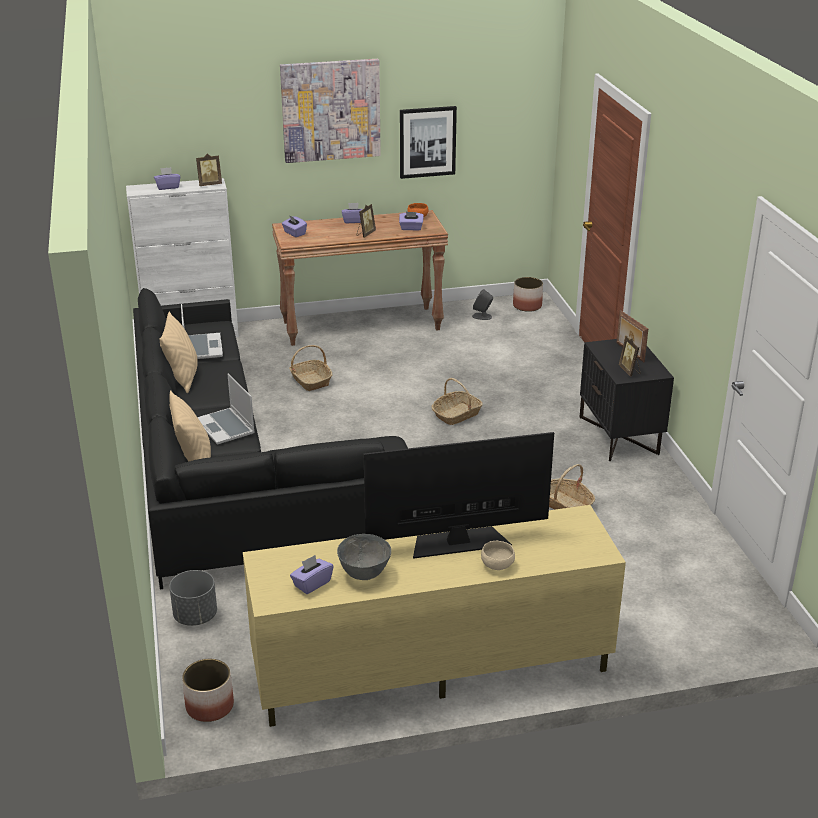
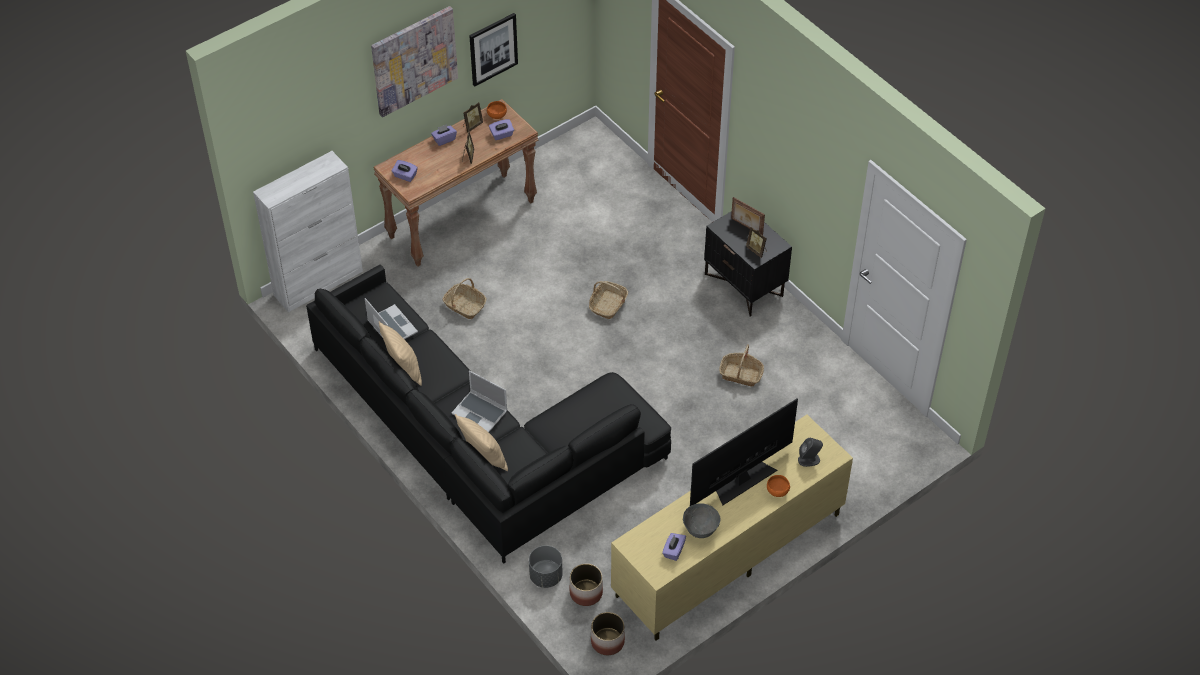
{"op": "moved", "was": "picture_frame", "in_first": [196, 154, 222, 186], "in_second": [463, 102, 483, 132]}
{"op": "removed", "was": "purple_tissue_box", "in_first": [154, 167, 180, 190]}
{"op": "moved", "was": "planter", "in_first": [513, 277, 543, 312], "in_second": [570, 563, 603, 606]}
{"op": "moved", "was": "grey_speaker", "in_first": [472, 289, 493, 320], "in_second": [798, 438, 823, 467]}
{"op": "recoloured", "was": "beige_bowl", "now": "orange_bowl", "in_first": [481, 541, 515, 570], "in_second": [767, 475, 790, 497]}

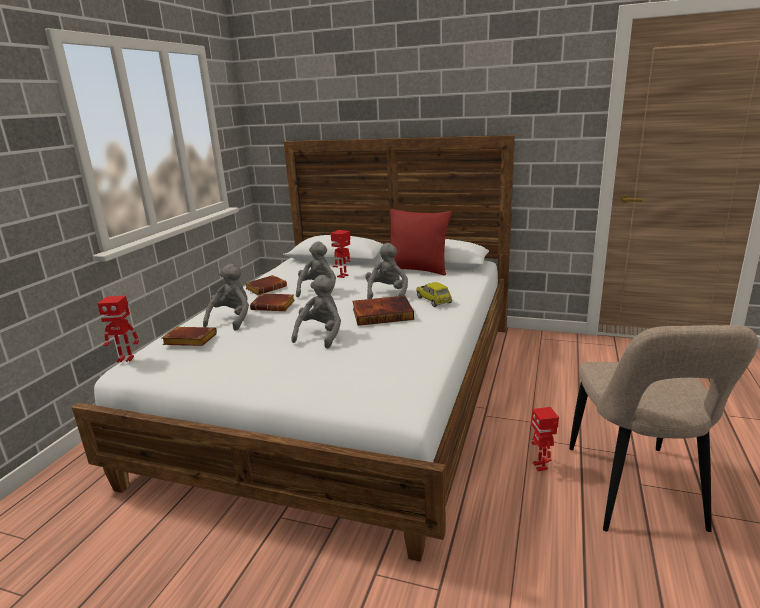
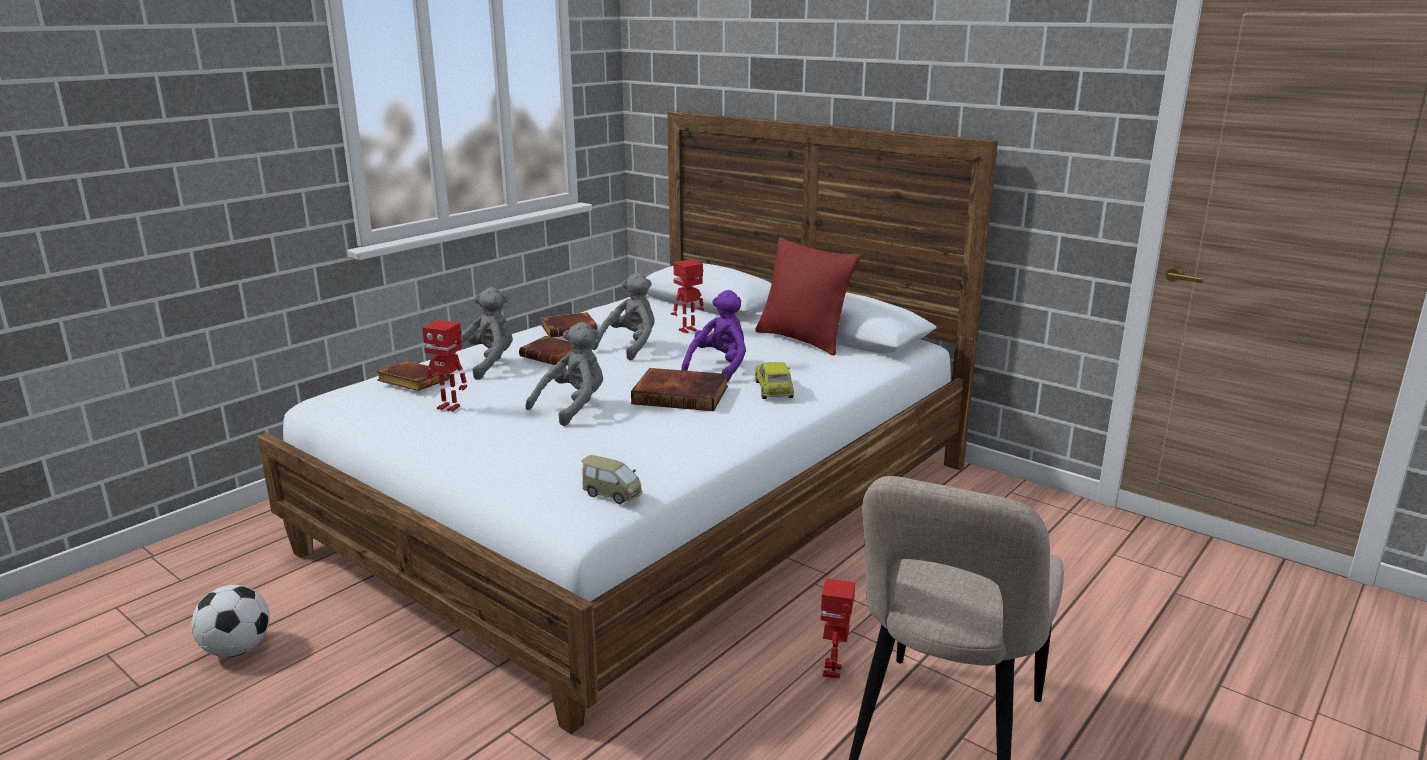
{"op": "recoloured", "was": "grey_plush_toy", "now": "purple_plush_toy", "in_first": [365, 243, 408, 299], "in_second": [681, 290, 746, 382]}
{"op": "moved", "was": "toy_robot", "in_first": [97, 296, 139, 362], "in_second": [422, 320, 467, 412]}
{"op": "added", "now": "toy_car", "in_second": [582, 455, 643, 504]}
{"op": "added", "now": "football", "in_second": [191, 585, 270, 657]}

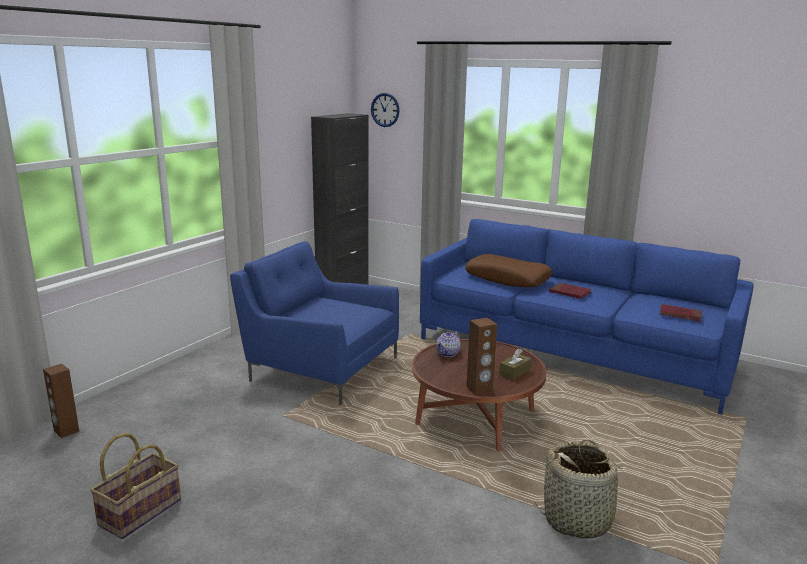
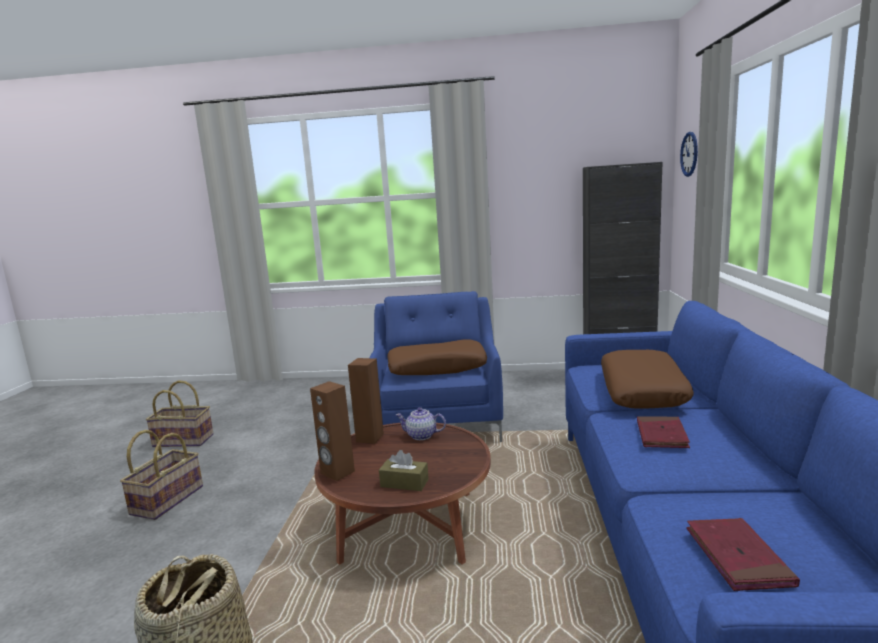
{"op": "moved", "was": "brown_speaker", "in_first": [43, 364, 79, 438], "in_second": [348, 358, 384, 444]}
{"op": "added", "now": "brown_pillow", "in_second": [387, 339, 487, 375]}
{"op": "added", "now": "basket", "in_second": [120, 430, 203, 520]}

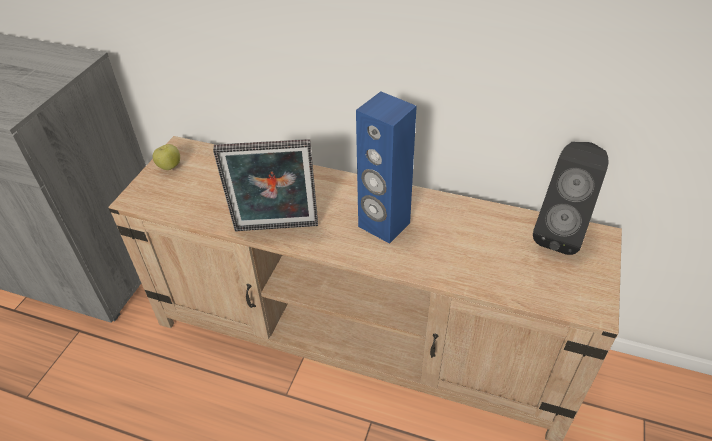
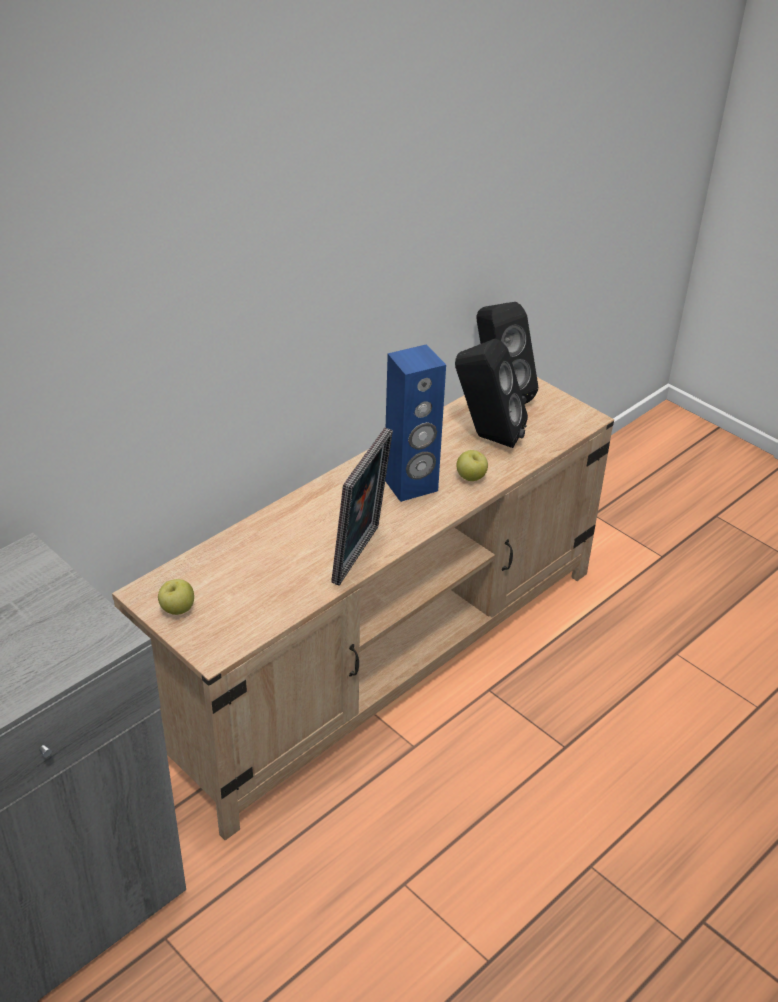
{"op": "added", "now": "black_speaker", "in_second": [455, 339, 528, 448]}
{"op": "added", "now": "apple", "in_second": [456, 450, 488, 481]}

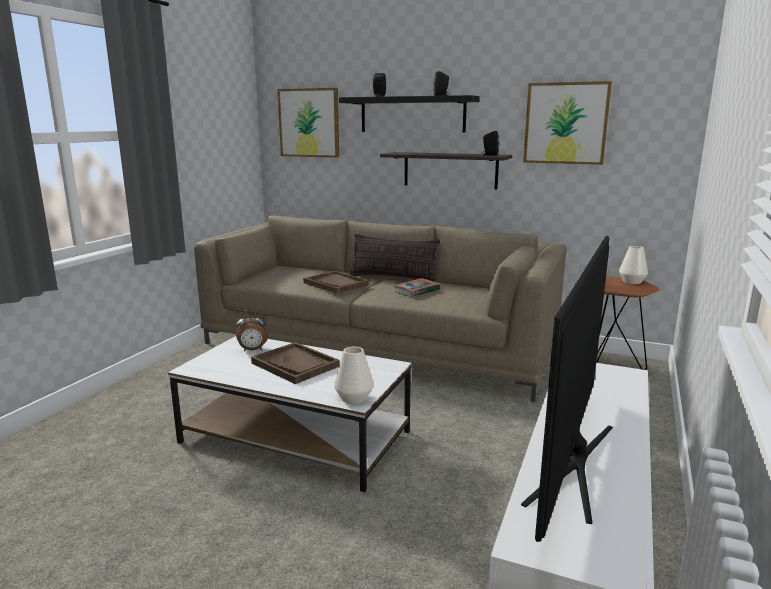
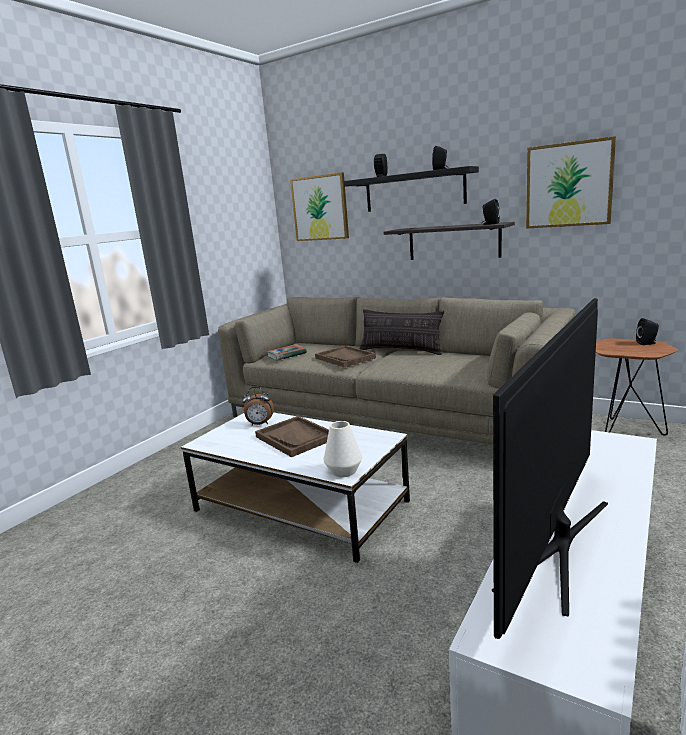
{"op": "replaced", "was": "white_vase", "now": "black_speaker", "in_first": [619, 246, 648, 284], "in_second": [636, 318, 659, 345]}
{"op": "moved", "was": "book", "in_first": [393, 278, 440, 297], "in_second": [267, 344, 307, 360]}

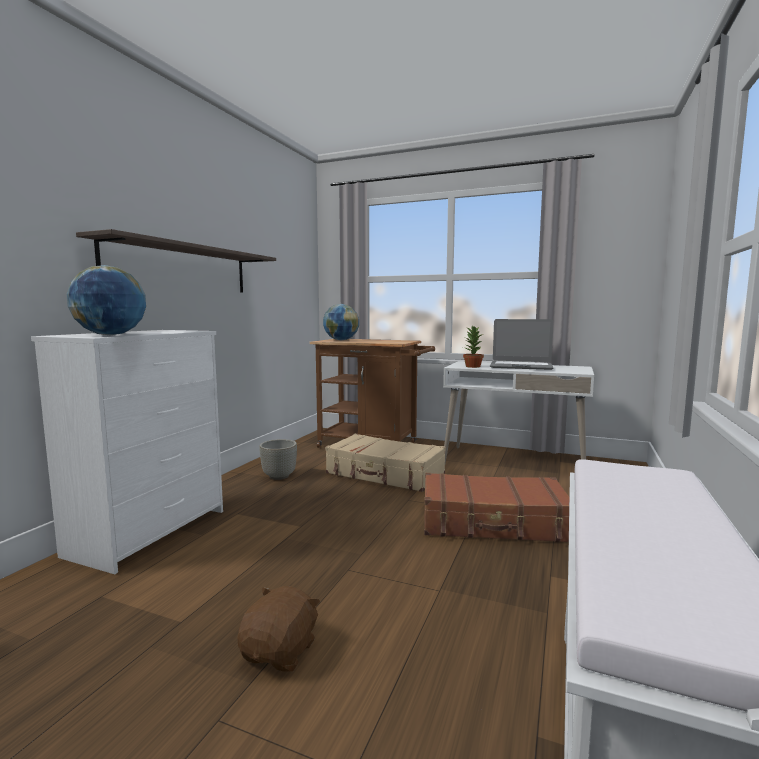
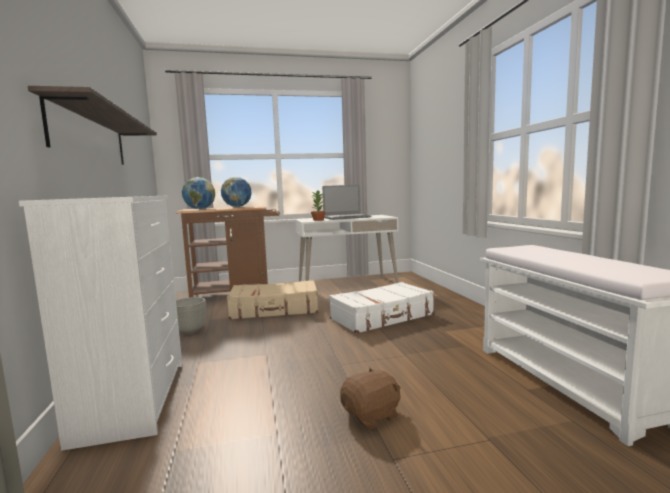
{"op": "moved", "was": "globe", "in_first": [66, 265, 146, 336], "in_second": [221, 177, 252, 207]}
{"op": "recoloured", "was": "brown_suitcase", "now": "white_suitcase", "in_first": [424, 473, 569, 542], "in_second": [329, 282, 434, 334]}
{"op": "turned", "was": "brown_plush_toy", "in_first": [237, 586, 320, 672], "in_second": [340, 368, 401, 429], "clockwise": 75}

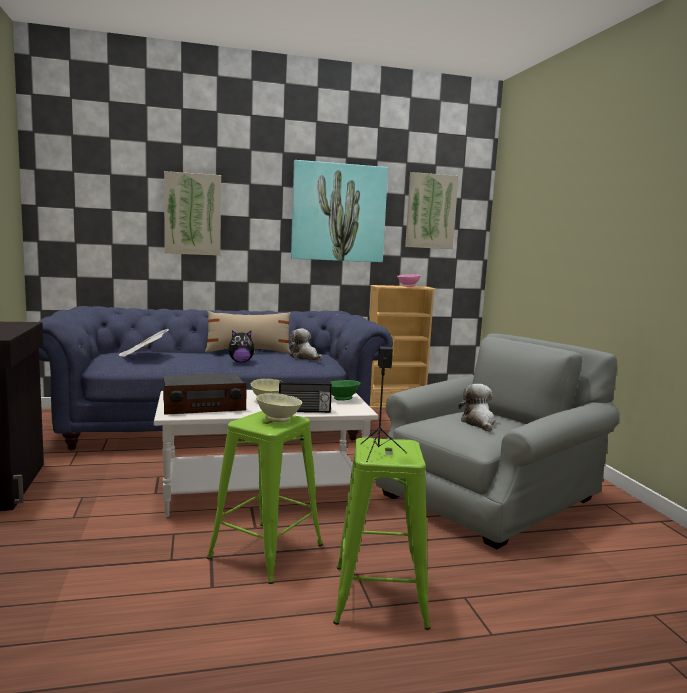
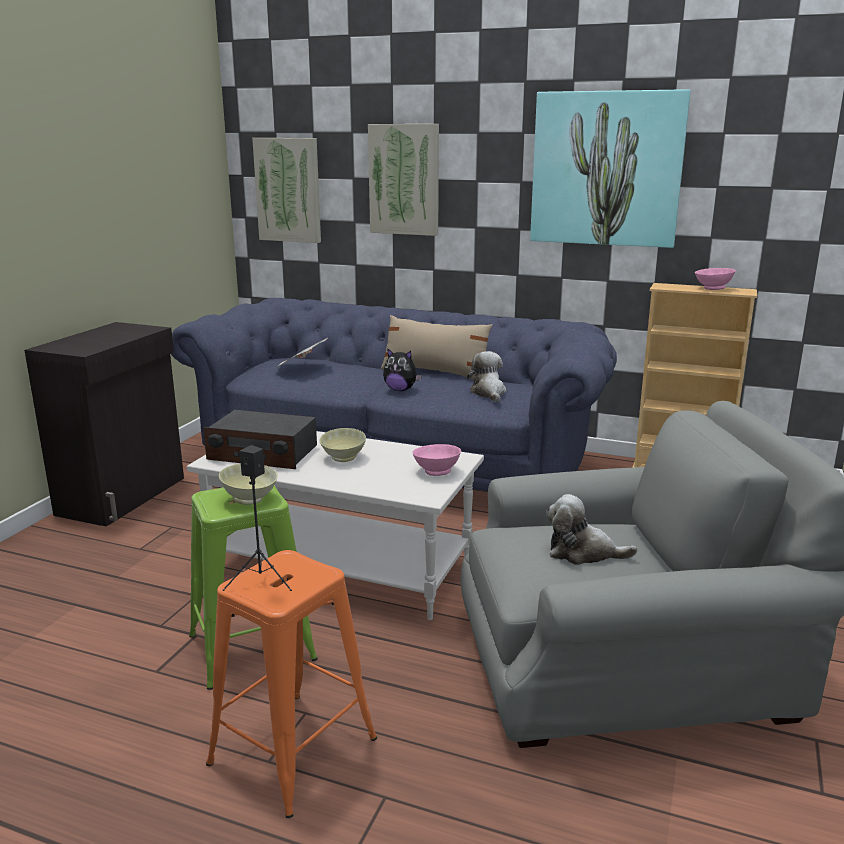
{"op": "moved", "was": "picture", "in_first": [405, 172, 459, 249], "in_second": [252, 138, 321, 243]}
{"op": "recoloured", "was": "green_bowl", "now": "pink_bowl", "in_first": [331, 380, 360, 401], "in_second": [413, 444, 461, 476]}
{"op": "removed", "was": "radio", "in_first": [279, 381, 332, 413]}
{"op": "turned", "was": "plush_toy", "in_first": [459, 384, 496, 432], "in_second": [546, 494, 638, 565], "clockwise": -105}
{"op": "recoloured", "was": "green_stool", "now": "orange_stool", "in_first": [333, 437, 430, 630], "in_second": [206, 550, 377, 818]}

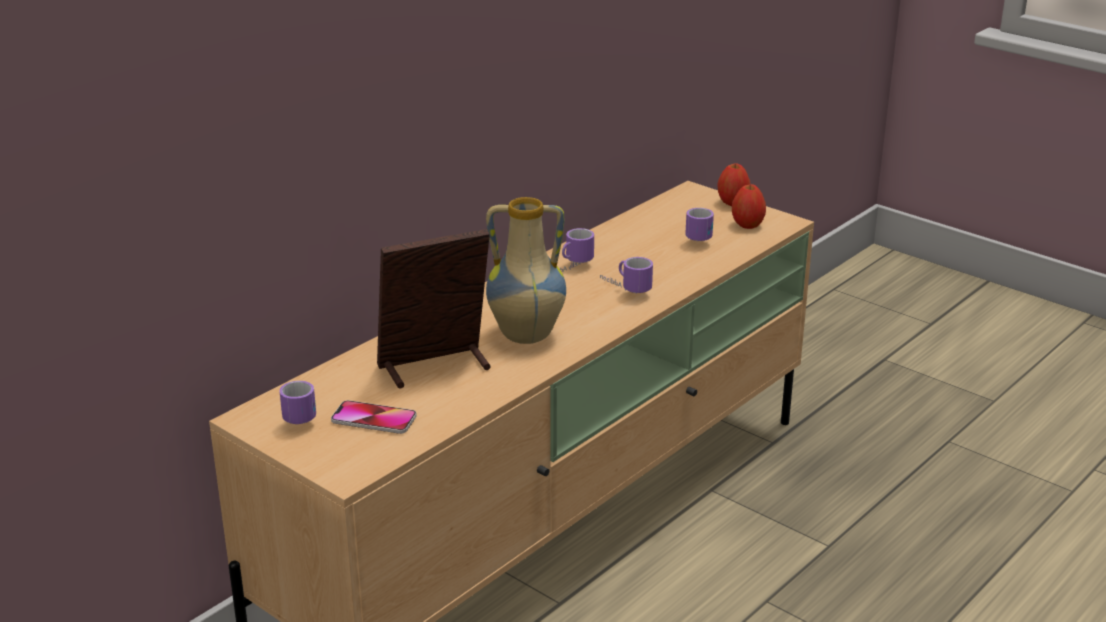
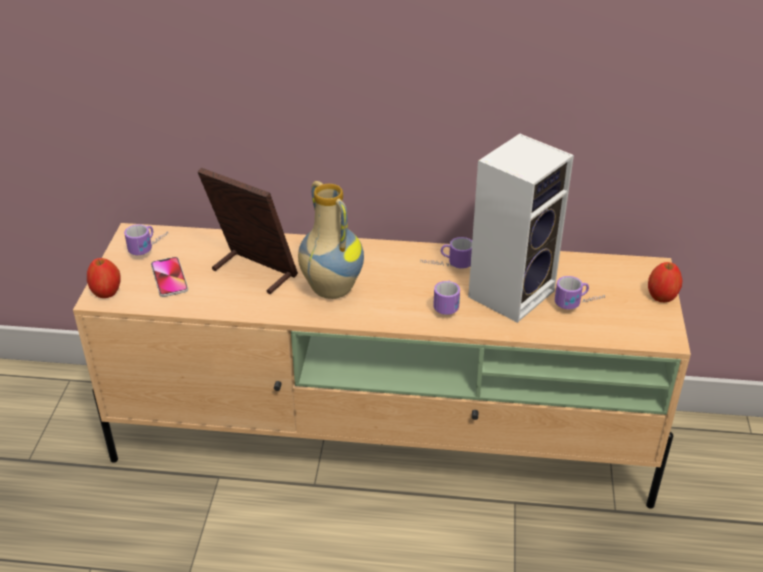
{"op": "moved", "was": "apple", "in_first": [732, 184, 766, 229], "in_second": [87, 258, 121, 298]}
{"op": "added", "now": "speaker", "in_second": [468, 134, 574, 323]}

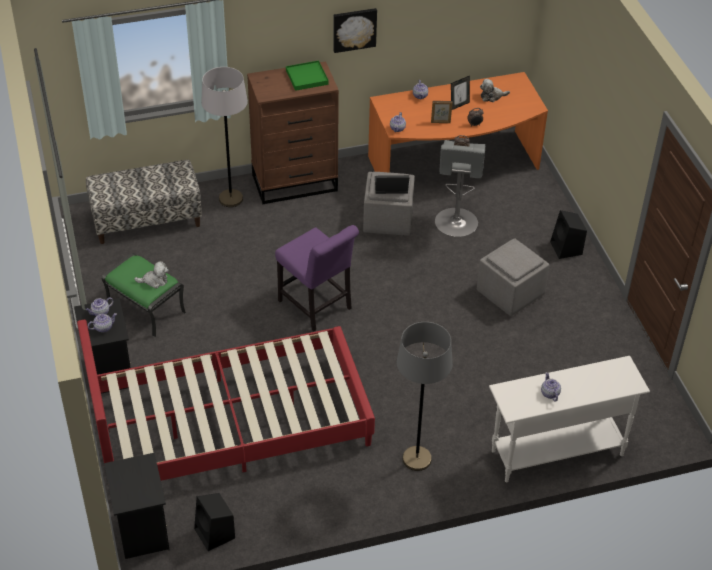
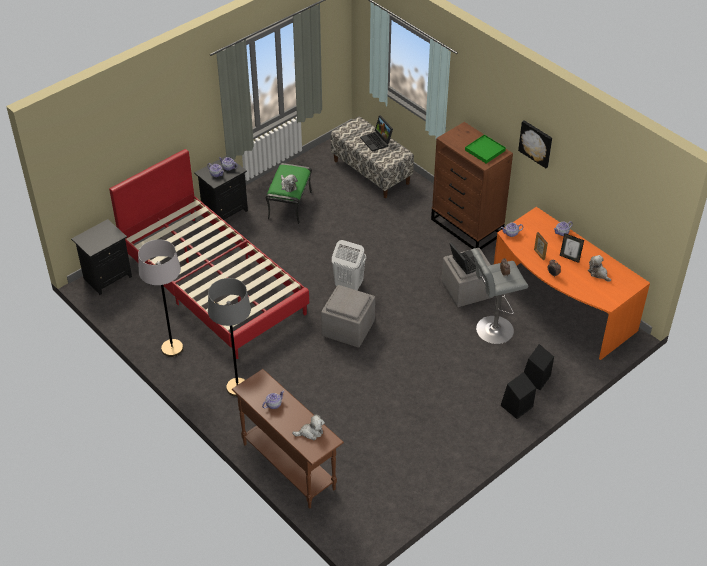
{"op": "moved", "was": "grey_floor_lamp", "in_first": [201, 67, 248, 207], "in_second": [138, 239, 184, 357]}
{"op": "replaced", "was": "purple_chair", "now": "white_laundry_basket", "in_first": [275, 225, 359, 331], "in_second": [332, 240, 366, 290]}
{"op": "moved", "was": "grey_ottoman", "in_first": [477, 238, 549, 316], "in_second": [321, 285, 375, 347]}
{"op": "recoloured", "was": "white_console_table", "now": "brown_console_table", "in_first": [489, 356, 650, 482], "in_second": [232, 369, 344, 508]}
{"op": "moved", "was": "black_speaker", "in_first": [194, 493, 235, 551], "in_second": [524, 344, 554, 390]}
{"op": "added", "now": "laptop", "in_second": [360, 115, 393, 152]}
{"op": "added", "now": "plush_toy", "in_second": [292, 415, 325, 440]}

